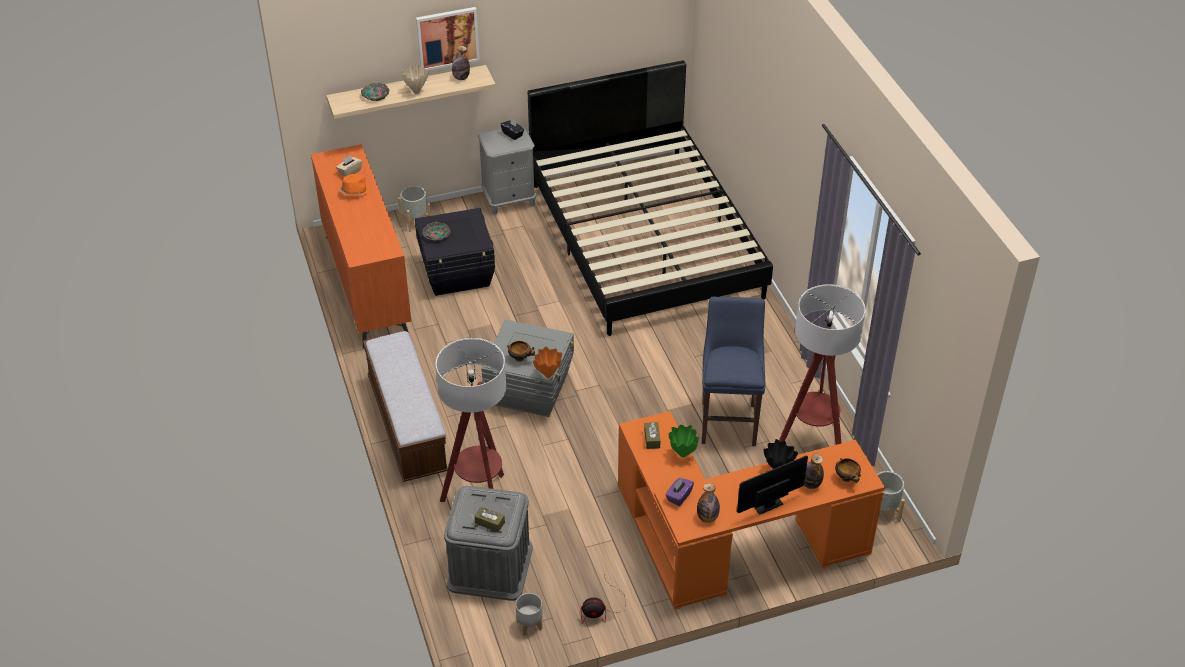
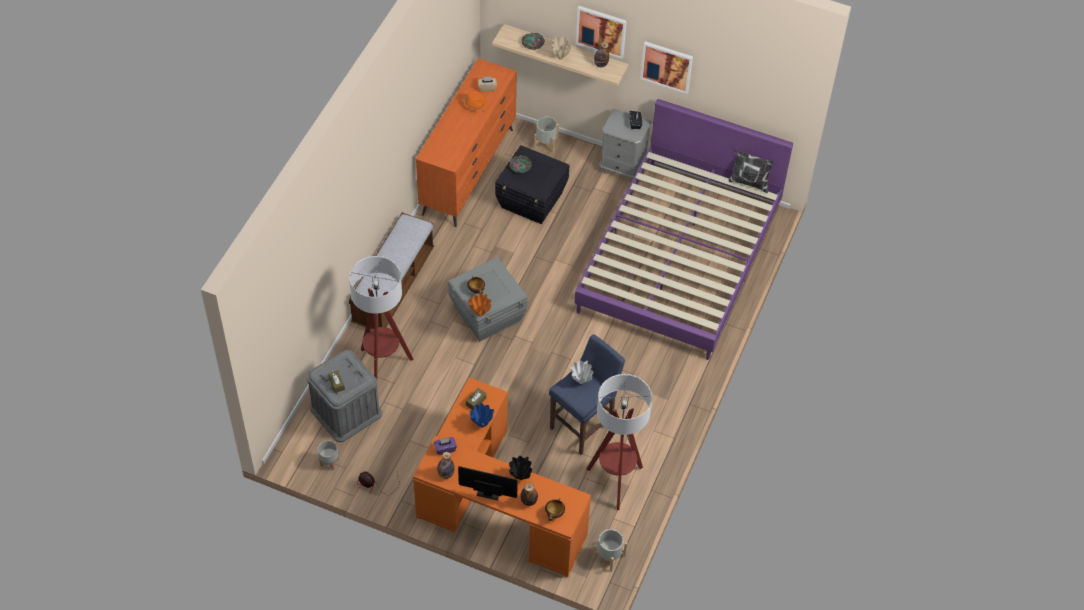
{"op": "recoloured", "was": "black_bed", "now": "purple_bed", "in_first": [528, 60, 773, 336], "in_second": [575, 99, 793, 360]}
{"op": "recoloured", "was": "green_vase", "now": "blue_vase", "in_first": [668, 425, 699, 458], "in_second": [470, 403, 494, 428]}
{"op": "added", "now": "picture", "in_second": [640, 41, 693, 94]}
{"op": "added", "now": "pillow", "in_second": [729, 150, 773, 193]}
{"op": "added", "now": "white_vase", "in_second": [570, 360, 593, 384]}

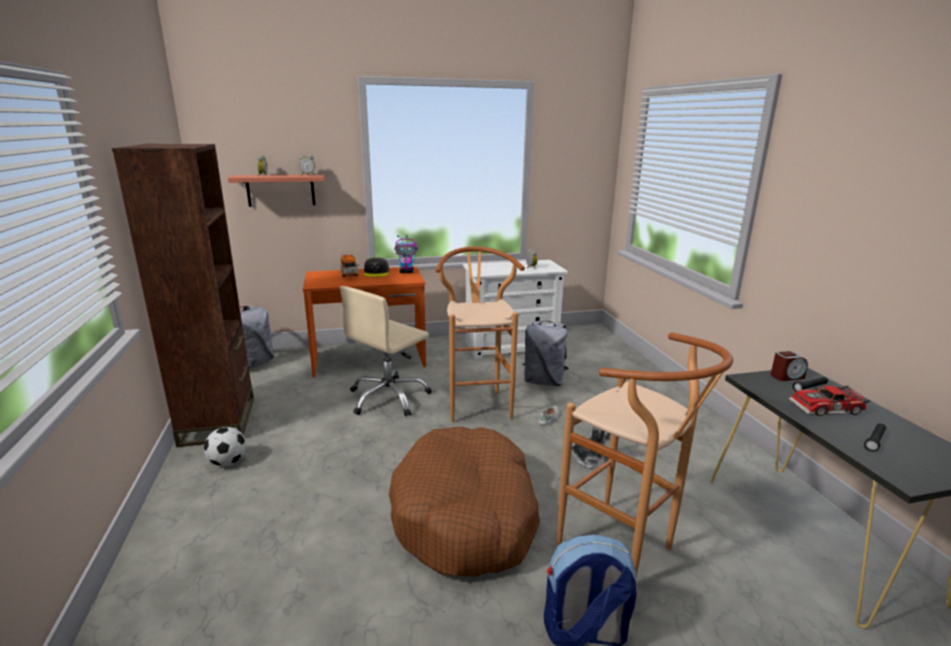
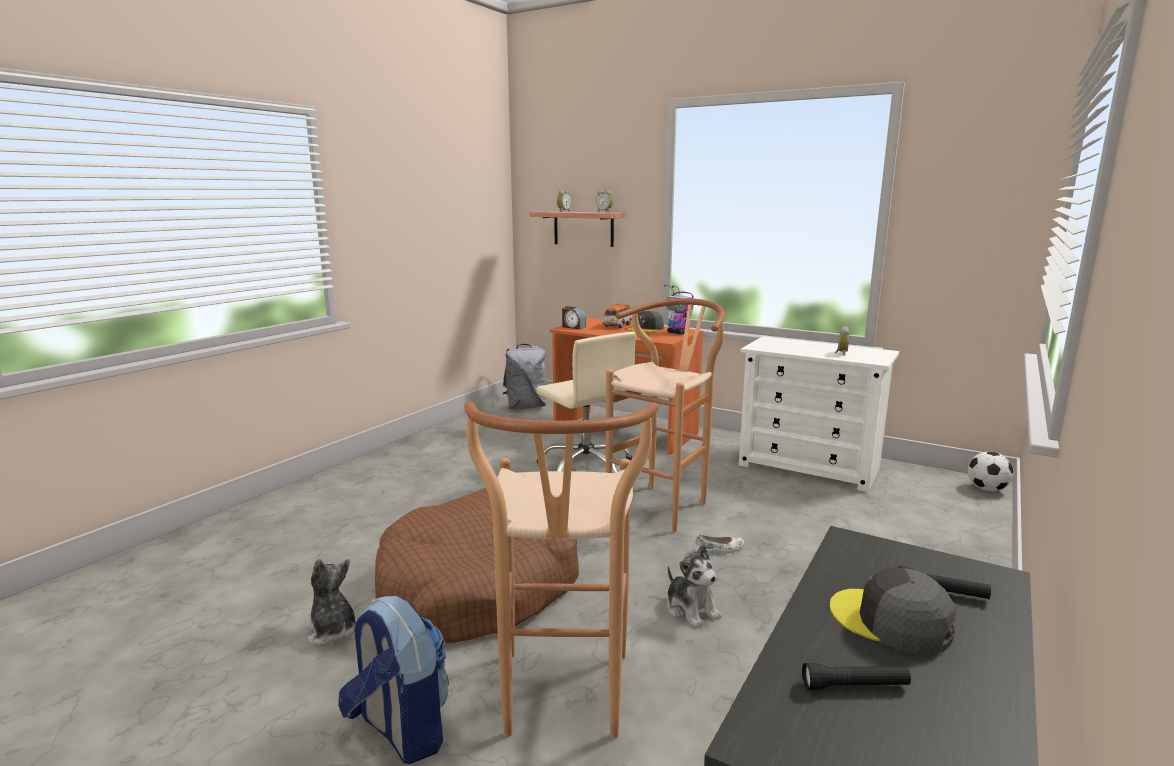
{"op": "removed", "was": "brown_bookcase", "in_first": [112, 144, 254, 447]}
{"op": "turned", "was": "beige_office_chair", "in_first": [340, 286, 432, 416], "in_second": [536, 332, 636, 473], "clockwise": -120}
{"op": "removed", "was": "grey_backpack", "in_first": [522, 321, 569, 386]}
{"op": "moved", "was": "alarm_clock", "in_first": [771, 351, 808, 381], "in_second": [562, 306, 586, 329]}
{"op": "replaced", "was": "toy_car", "now": "grey_cap", "in_first": [789, 386, 871, 416], "in_second": [830, 567, 957, 655]}
{"op": "moved", "was": "football", "in_first": [204, 427, 246, 466], "in_second": [968, 452, 1013, 491]}
{"op": "added", "now": "plush_toy", "in_second": [307, 559, 357, 646]}

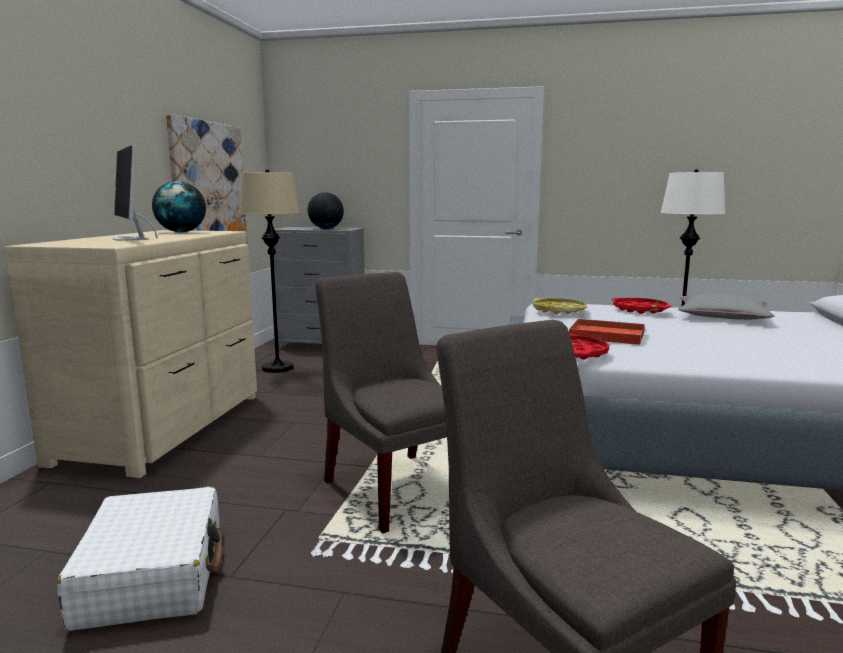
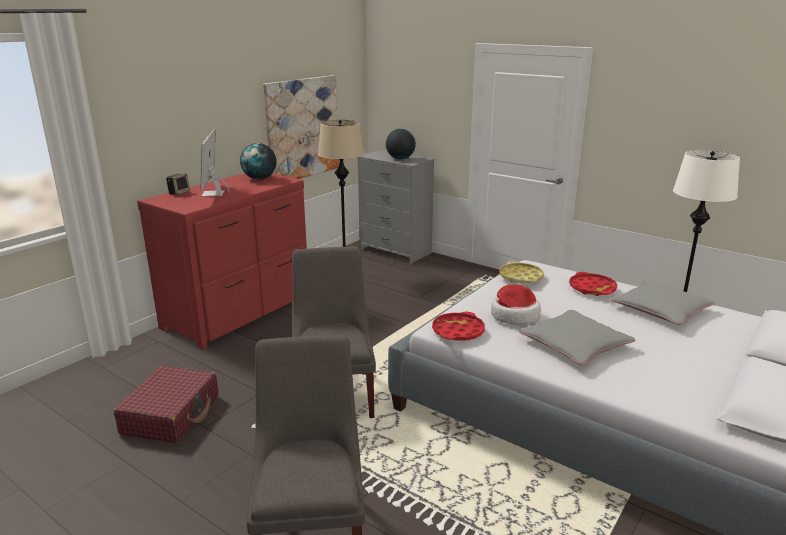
{"op": "recoloured", "was": "beige_dresser", "now": "red_dresser", "in_first": [3, 230, 257, 478], "in_second": [137, 173, 307, 349]}
{"op": "replaced", "was": "red_tray", "now": "hat", "in_first": [569, 319, 645, 345], "in_second": [491, 285, 541, 324]}
{"op": "recoloured", "was": "white_suitcase", "now": "red_suitcase", "in_first": [57, 487, 222, 631], "in_second": [114, 366, 218, 444]}
{"op": "added", "now": "speaker", "in_second": [166, 173, 190, 195]}
{"op": "added", "now": "grey_pillow", "in_second": [519, 310, 635, 365]}

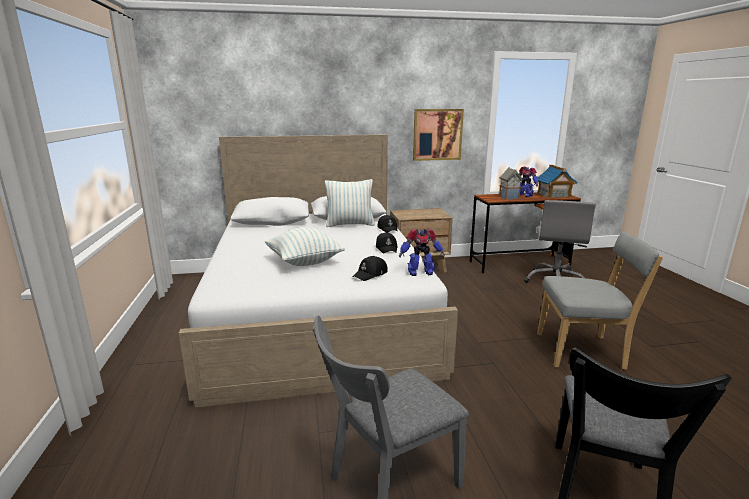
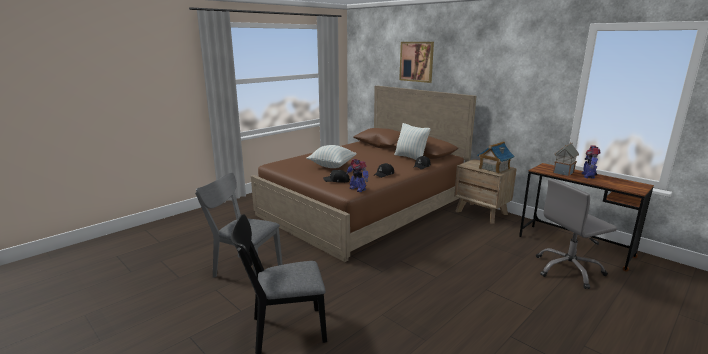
{"op": "moved", "was": "picture", "in_first": [413, 109, 464, 161], "in_second": [399, 42, 434, 83]}
{"op": "recoloured", "was": "white_bed", "now": "brown_bed", "in_first": [178, 135, 458, 408], "in_second": [251, 85, 476, 262]}
{"op": "moved", "was": "toy_house", "in_first": [537, 165, 577, 198], "in_second": [477, 141, 515, 174]}
{"op": "removed", "was": "grey_chair", "in_first": [537, 232, 663, 370]}

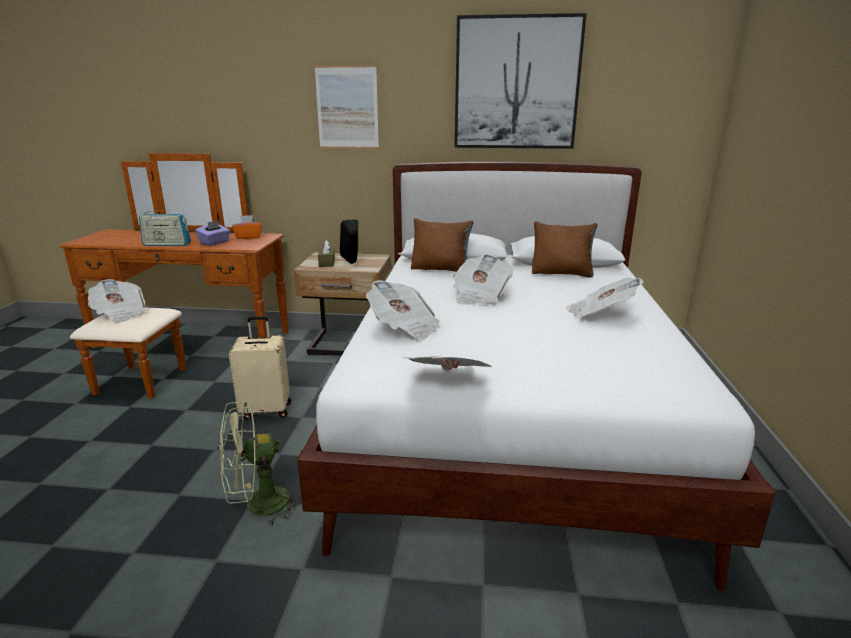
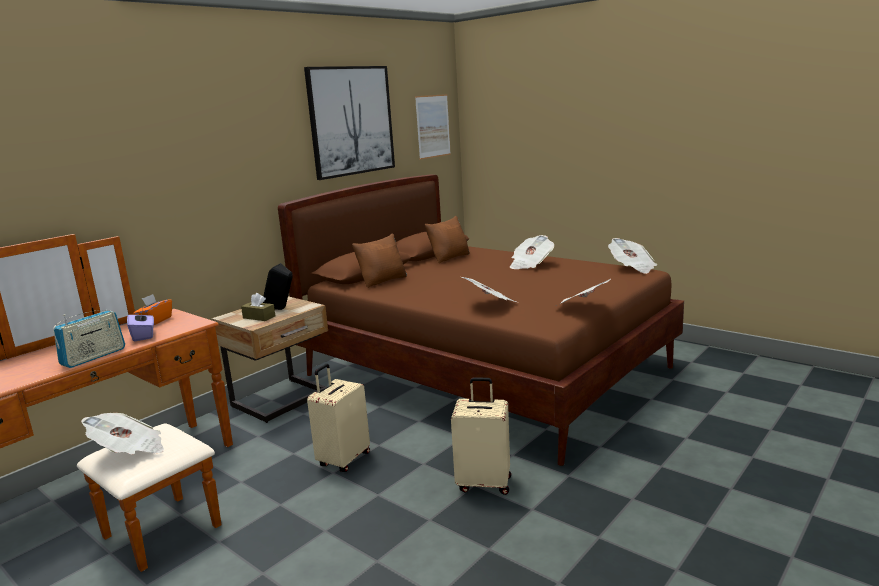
{"op": "moved", "was": "picture", "in_first": [314, 65, 379, 149], "in_second": [415, 94, 451, 160]}
{"op": "recoloured", "was": "white_bed", "now": "brown_bed", "in_first": [297, 162, 776, 591], "in_second": [278, 175, 684, 466]}
{"op": "moved", "was": "newspaper", "in_first": [453, 254, 513, 305], "in_second": [608, 238, 657, 274]}
{"op": "replaced", "was": "green_fan", "now": "beige_suitcase", "in_first": [220, 401, 302, 527], "in_second": [451, 377, 511, 495]}

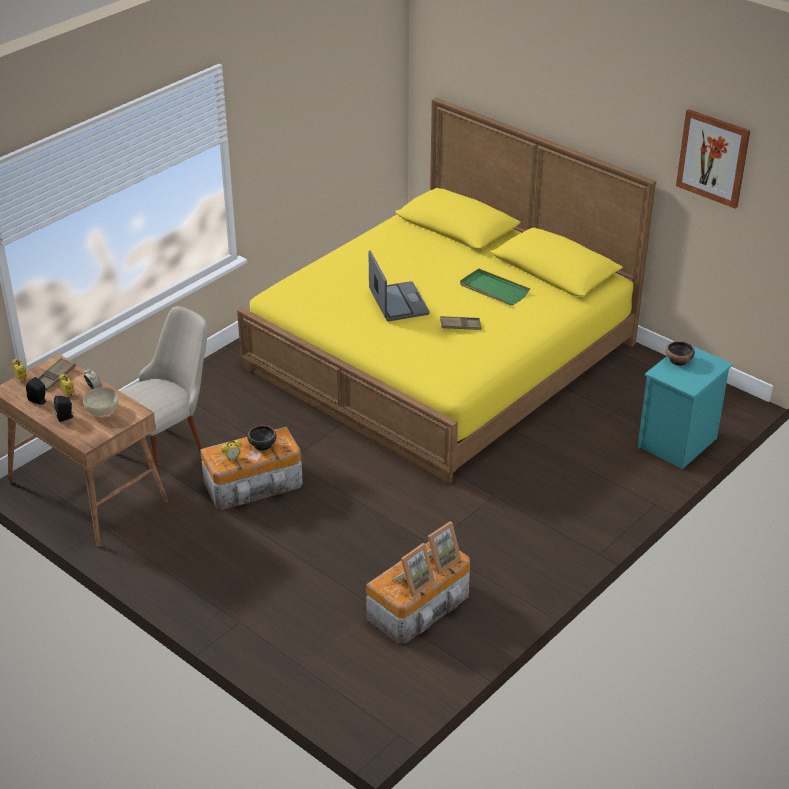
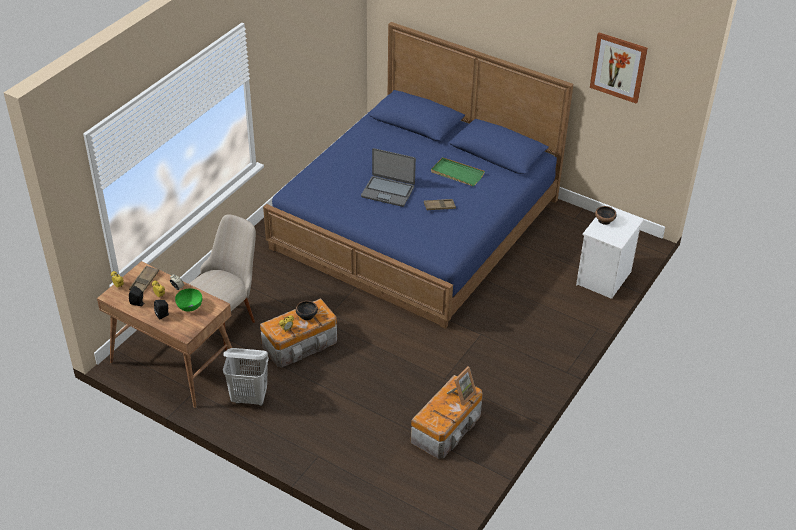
{"op": "recoloured", "was": "yellow_bed", "now": "blue_bed", "in_first": [237, 97, 656, 484], "in_second": [263, 22, 573, 329]}
{"op": "turned", "was": "laptop", "in_first": [369, 250, 430, 321], "in_second": [361, 148, 416, 207], "clockwise": 135}
{"op": "recoloured", "was": "turquoise_nightstand", "now": "white_nightstand", "in_first": [637, 345, 733, 469], "in_second": [576, 205, 644, 299]}
{"op": "recoloured", "was": "beige_bowl", "now": "green_bowl", "in_first": [83, 387, 118, 416], "in_second": [175, 288, 202, 312]}
{"op": "removed", "was": "picture_frame", "in_first": [394, 543, 435, 597]}
{"op": "added", "now": "white_laundry_basket", "in_second": [223, 348, 269, 406]}

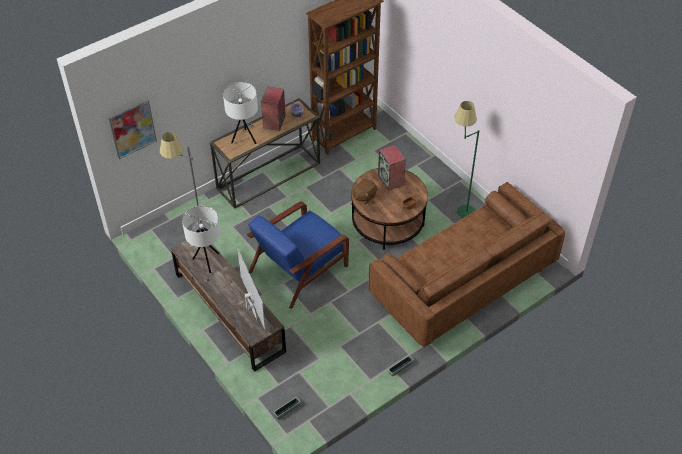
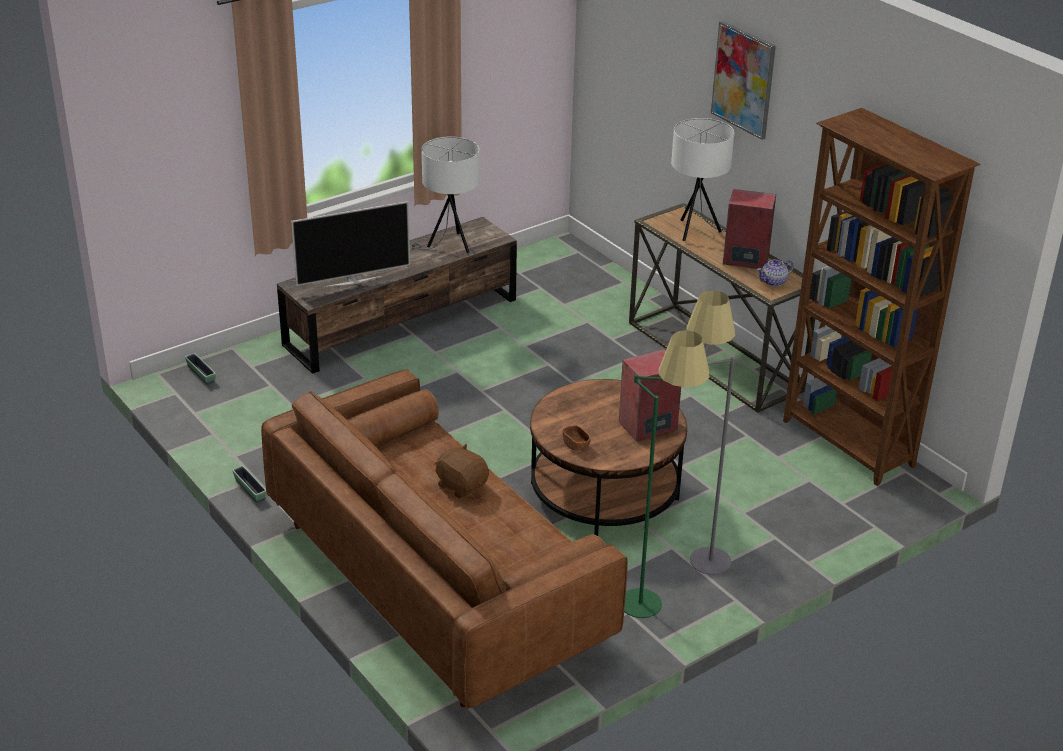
{"op": "moved", "was": "picture", "in_first": [108, 99, 157, 159], "in_second": [711, 21, 776, 140]}
{"op": "moved", "was": "grey_floor_lamp", "in_first": [160, 132, 211, 232], "in_second": [686, 290, 735, 575]}
{"op": "moved", "was": "brown_plush_toy", "in_first": [352, 179, 377, 204], "in_second": [435, 444, 489, 498]}
{"op": "removed", "was": "blue_armchair", "in_first": [247, 201, 349, 309]}

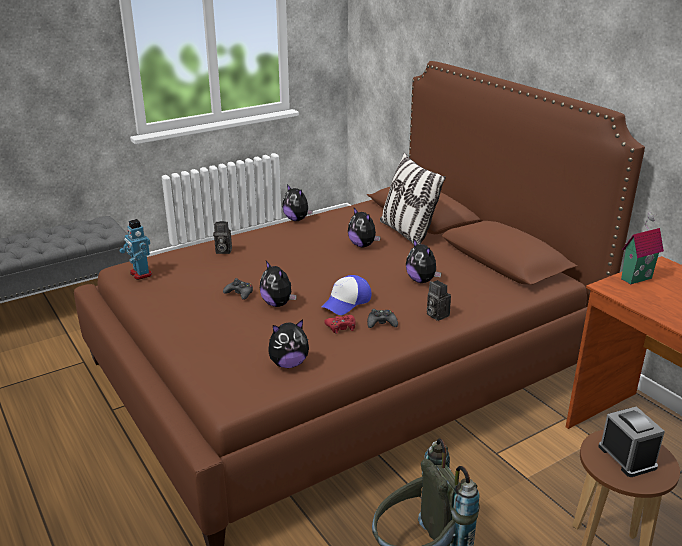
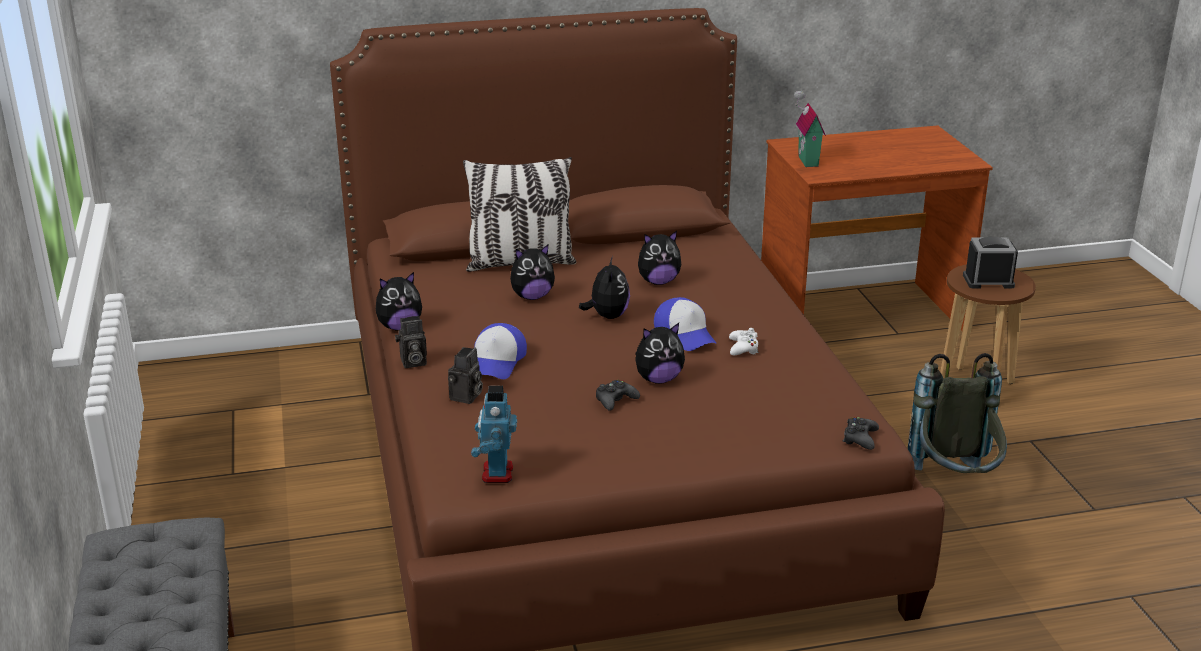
{"op": "turned", "was": "toy_robot", "in_first": [119, 219, 152, 280], "in_second": [471, 386, 517, 483], "clockwise": 105}
{"op": "moved", "was": "photo_camera", "in_first": [427, 280, 451, 321], "in_second": [395, 316, 427, 368]}
{"op": "moved", "was": "black_game_controller", "in_first": [367, 309, 398, 328], "in_second": [843, 417, 879, 450]}
{"op": "recoloured", "was": "red_game_controller", "now": "white_game_controller", "in_first": [324, 315, 356, 334], "in_second": [729, 328, 759, 355]}
{"op": "moved", "was": "plush_toy", "in_first": [269, 320, 309, 368], "in_second": [579, 256, 630, 319]}
{"op": "added", "now": "cap", "in_second": [474, 323, 527, 379]}

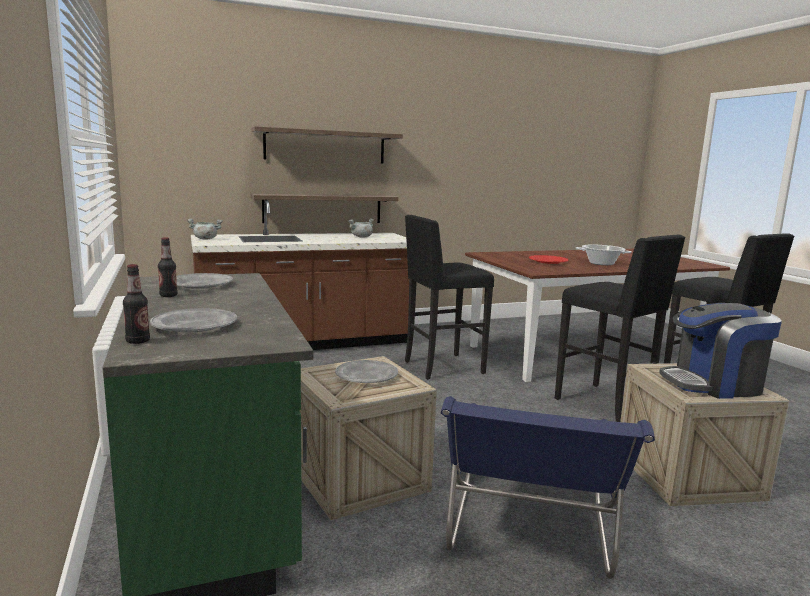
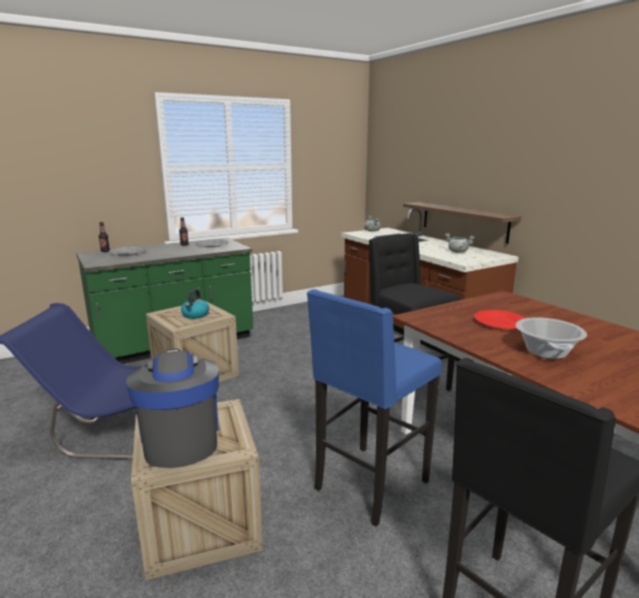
{"op": "removed", "was": "shelf", "in_first": [251, 126, 403, 163]}
{"op": "recoloured", "was": "black_stool", "now": "blue_stool", "in_first": [555, 235, 686, 422], "in_second": [307, 289, 442, 527]}
{"op": "replaced", "was": "grey_plate", "now": "kettle", "in_first": [335, 360, 398, 383], "in_second": [181, 289, 209, 319]}

